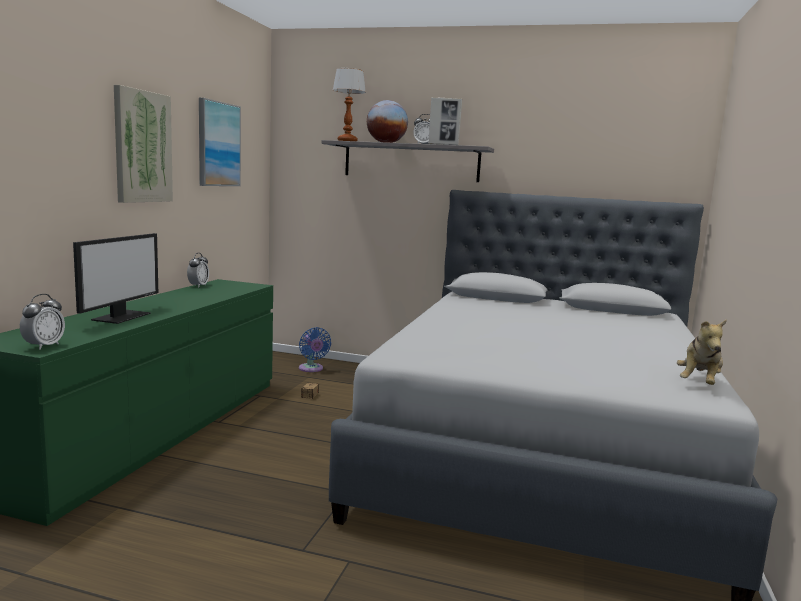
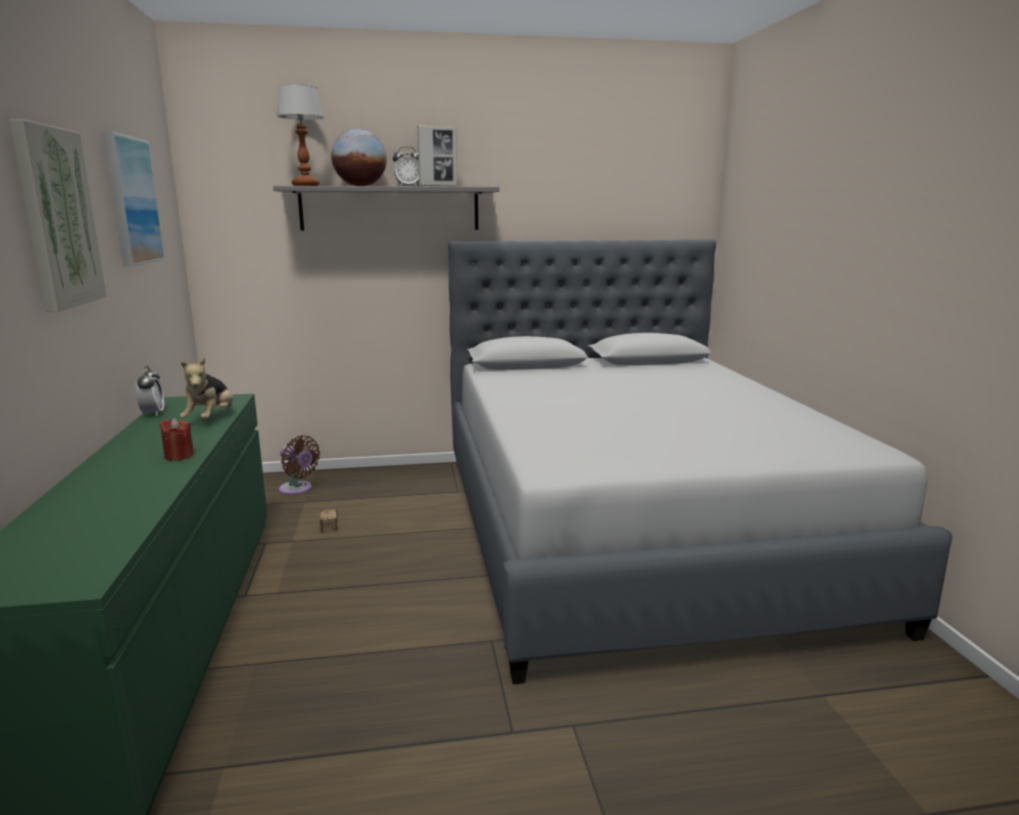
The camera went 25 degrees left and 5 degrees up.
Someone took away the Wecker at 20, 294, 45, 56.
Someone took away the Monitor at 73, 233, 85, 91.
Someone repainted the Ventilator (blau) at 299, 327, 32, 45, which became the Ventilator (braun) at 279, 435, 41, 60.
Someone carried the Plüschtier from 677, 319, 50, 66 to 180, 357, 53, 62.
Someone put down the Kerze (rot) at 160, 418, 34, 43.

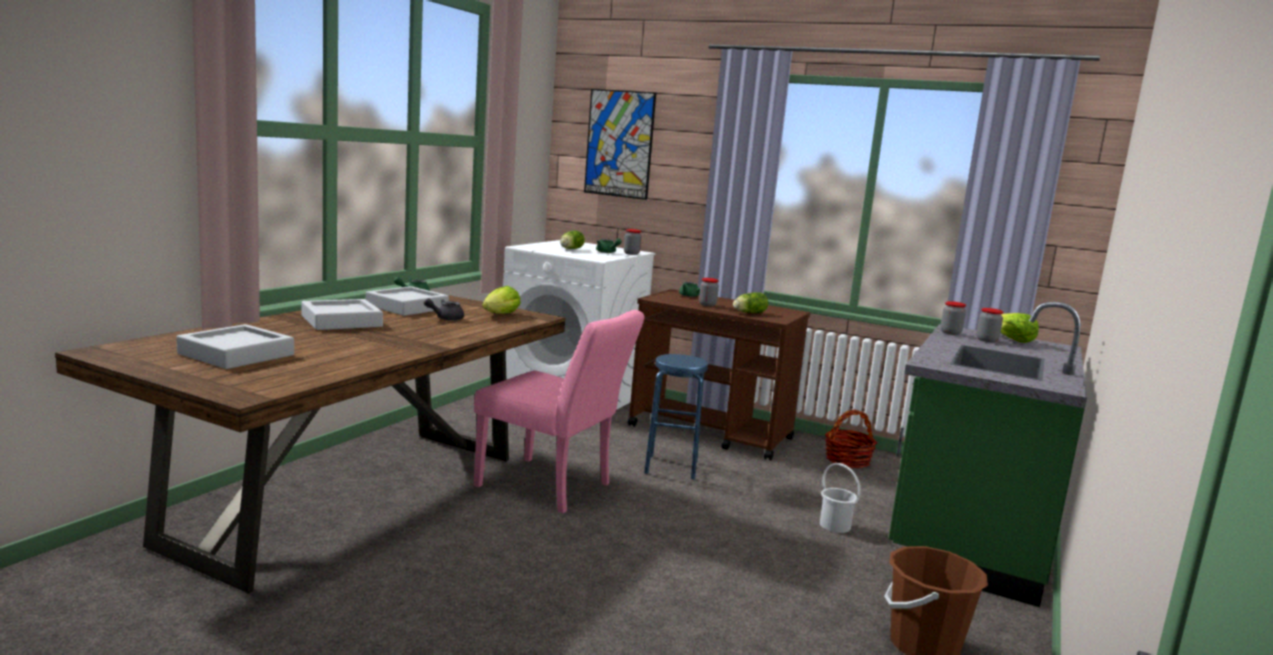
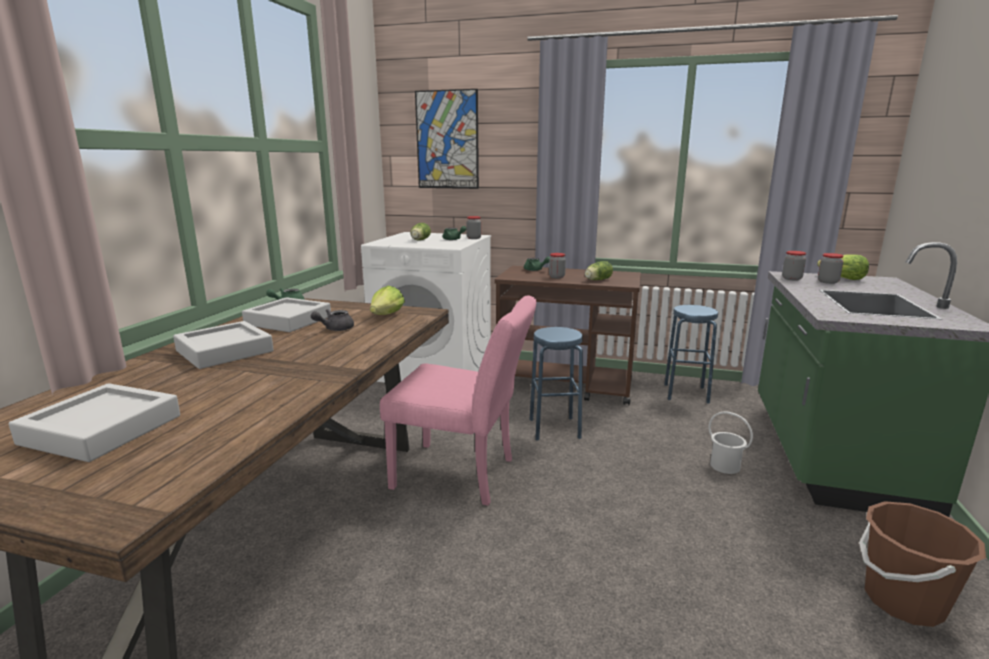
The camera went 10 degrees left and 5 degrees up.
Someone swapped the Korb at 825, 409, 52, 59 for the Hocker (blau) at 664, 305, 54, 99.

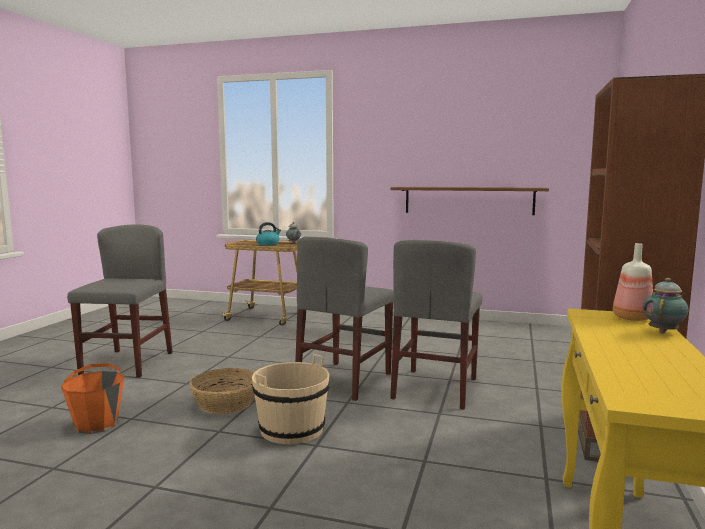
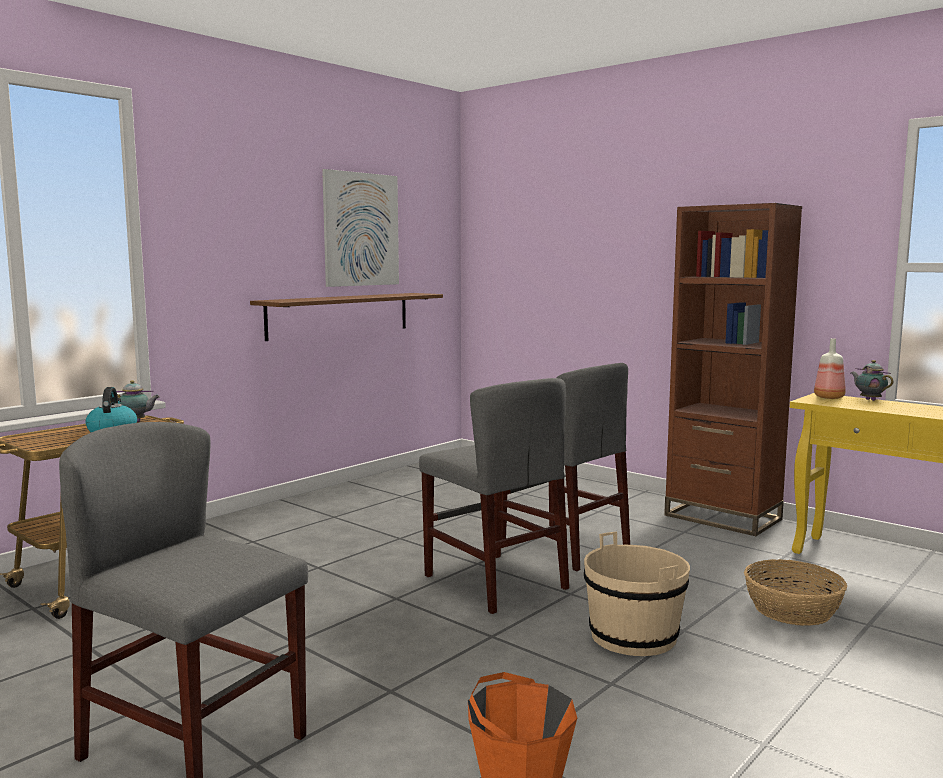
The camera went 65 degrees left and 0 degrees up.
Someone carried the Korb from 189, 368, 66, 46 to 744, 559, 103, 67.
Someone put up the Bild at 322, 169, 77, 118.

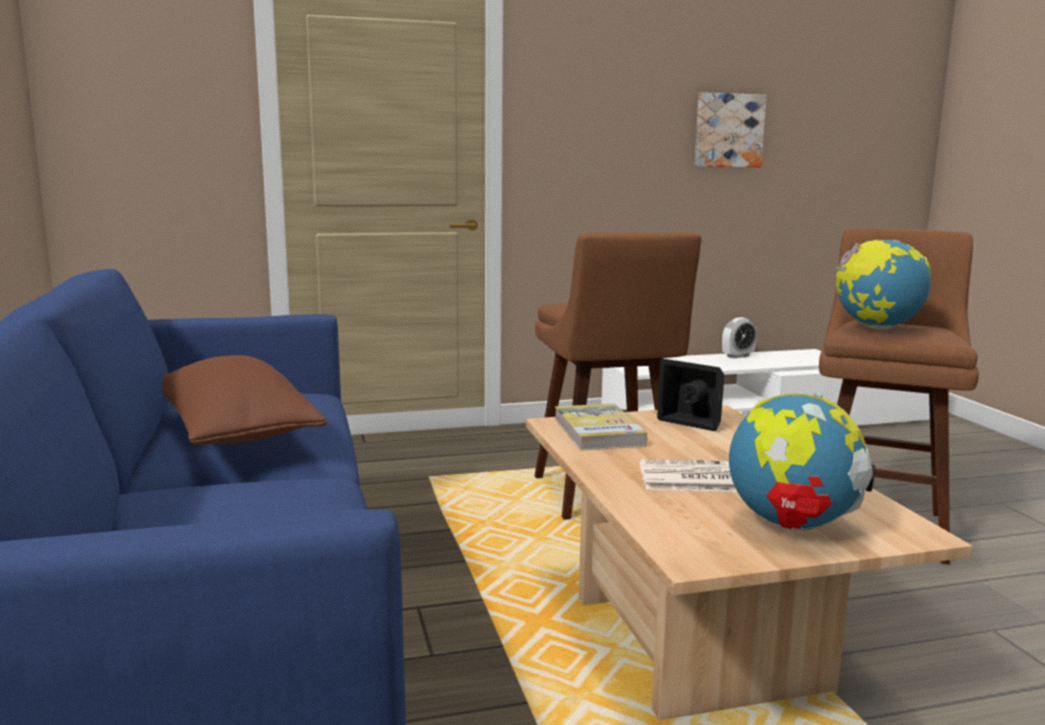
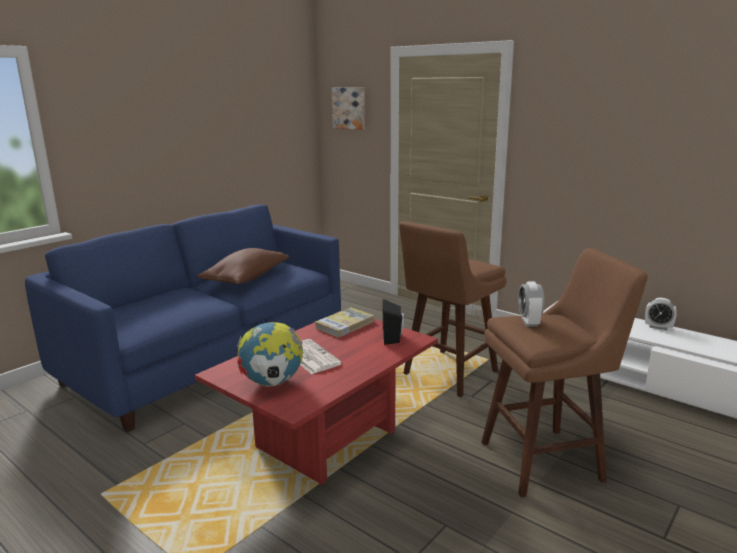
The camera went 55 degrees right and 5 degrees up.
Someone repainted the Couchtisch (beige) at 526, 405, 447, 315, which became the Couchtisch (rot) at 195, 310, 243, 175.
Someone carried the Bild from 694, 92, 73, 75 to 332, 88, 33, 42.
Someone swapped the Globus at 835, 240, 96, 89 for the Wecker at 518, 282, 26, 45.

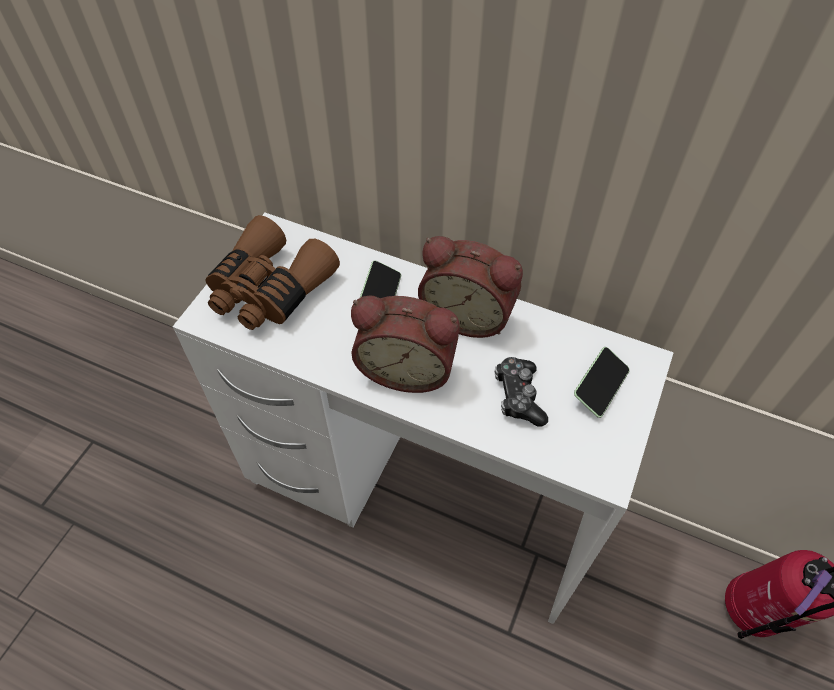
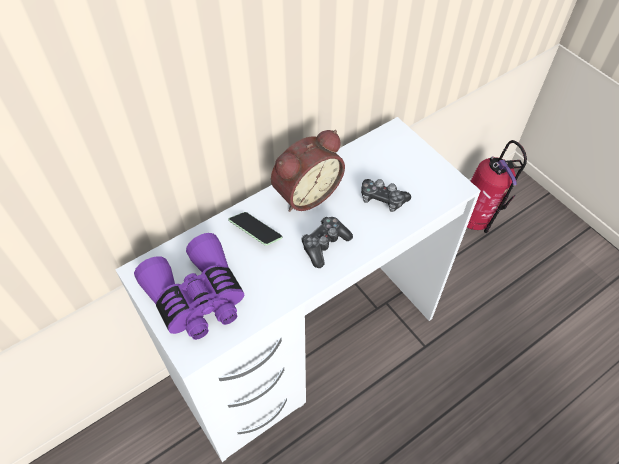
The camera went 60 degrees left and 0 degrees up.
Someone repainted the Fernglas (braun) at 206, 215, 134, 115, which became the Fernglas (lila) at 134, 233, 110, 107.
Someone swapped the Wecker at 351, 296, 109, 97 for the Gamepad at 301, 217, 52, 51.
Someone took away the Handy at 574, 347, 56, 71.

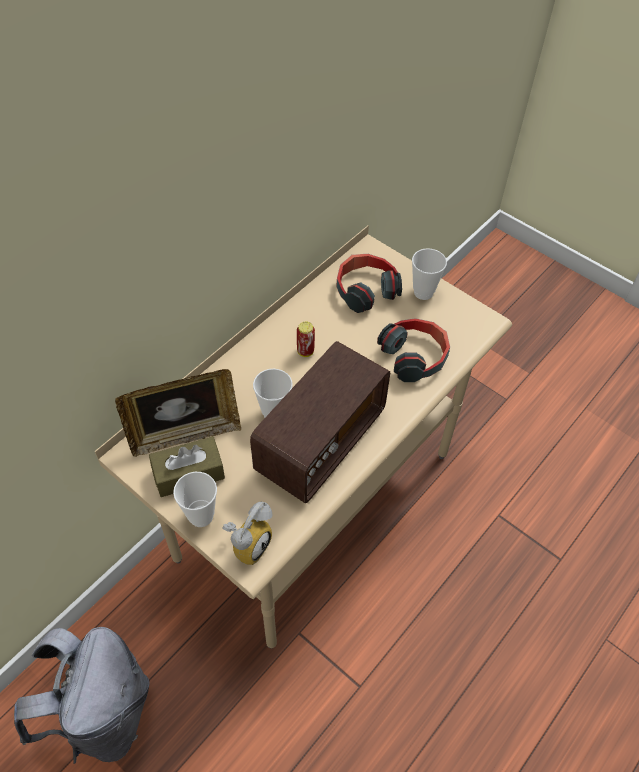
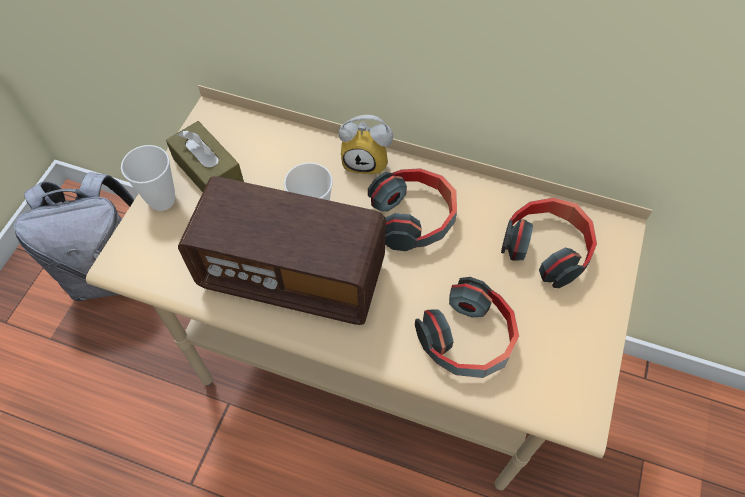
The camera went 70 degrees right and 5 degrees up.
Someone took away the Bilderrahmen at 115, 369, 126, 88.
Someone carried the Wecker from 223, 502, 50, 63 to 339, 115, 54, 61.
Someone swapped the Dose at 297, 322, 18, 35 for the Kopfhörer at 368, 168, 89, 83.
Someone took away the Tasse at 412, 248, 35, 52.

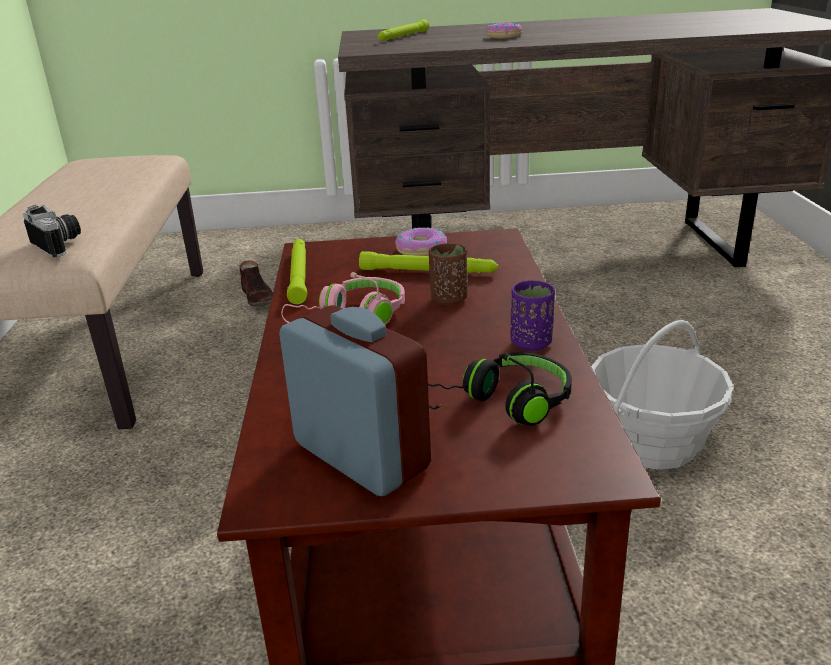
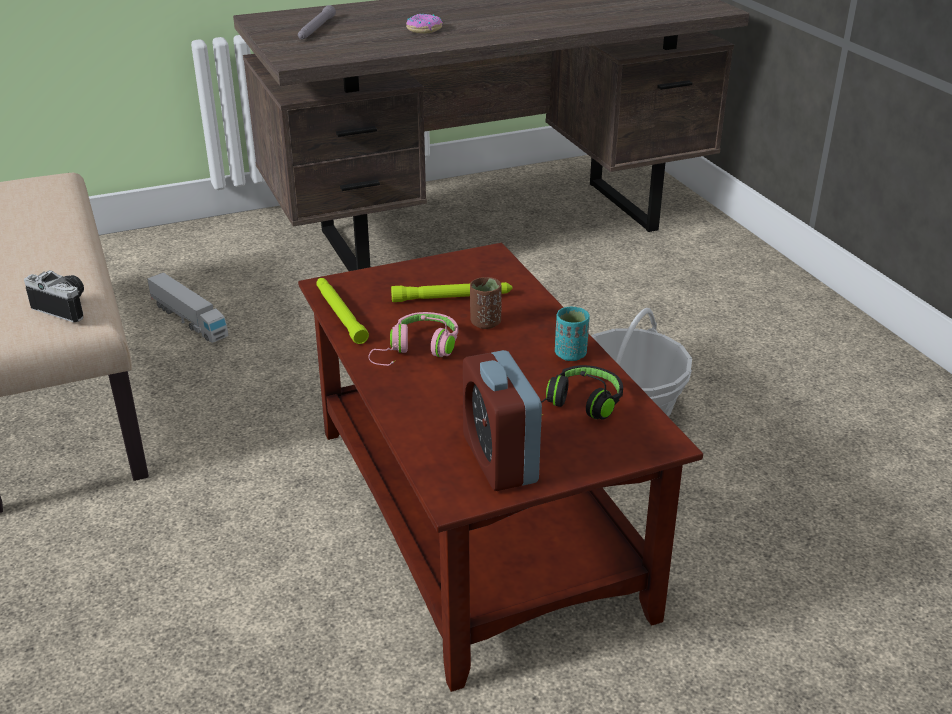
The camera went 20 degrees left and 5 degrees up.
Someone swapped the Schuh (braun) at 239, 261, 34, 46 for the Spielzeuglaster at 147, 272, 82, 71.
Someone rotated the Wecker at 279, 305, 152, 191 by 135 degrees counterclockwise.
Someone repainted the Taschenlampe (grün) at 378, 19, 51, 21, which became the Taschenlampe (grau) at 298, 5, 38, 35.
Someone took away the Donut at 395, 227, 52, 29.
Someone repainted the Tasse (lila) at 510, 280, 45, 71, which became the Tasse (türkis) at 555, 307, 35, 54.

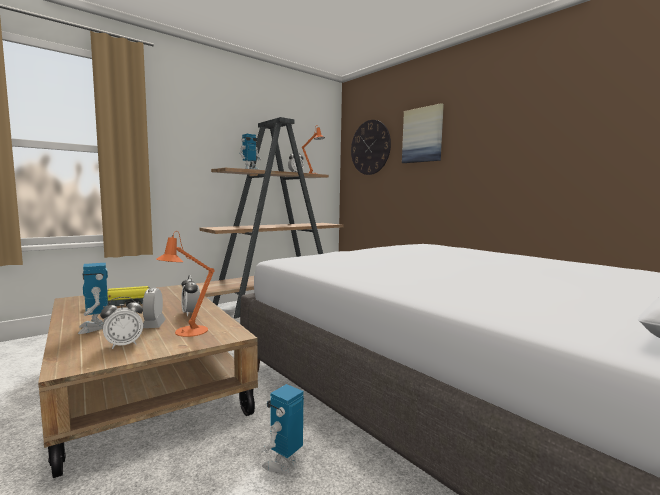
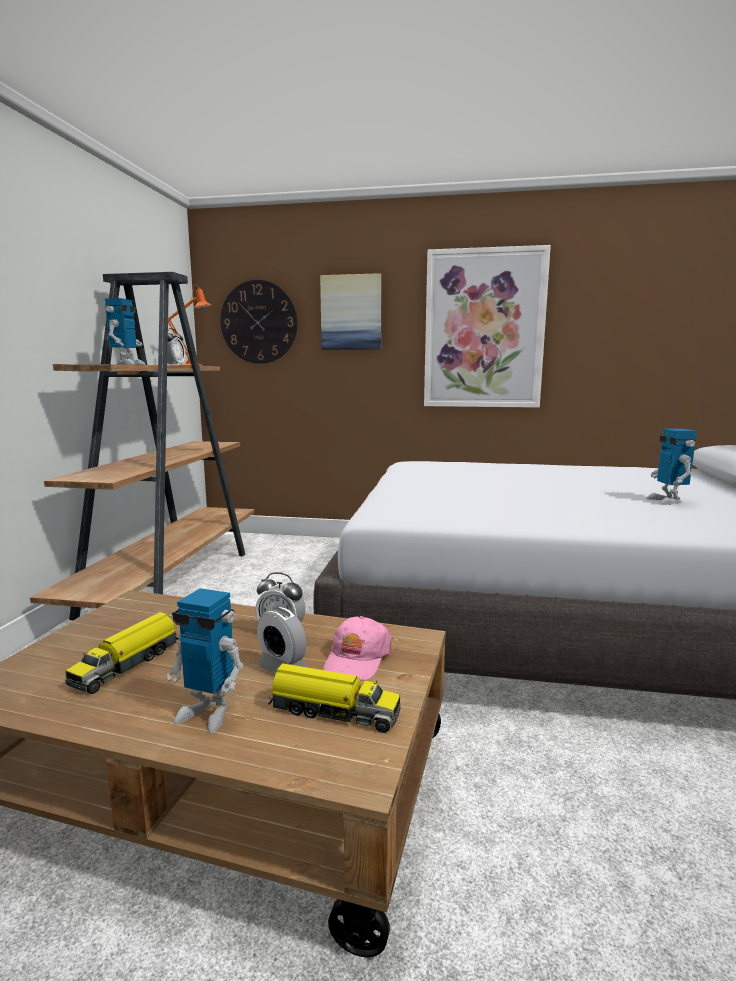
The camera went 40 degrees left and 5 degrees up.
Someone swapped the Wecker at 100, 297, 43, 52 for the Spielzeuglaster at 268, 663, 133, 70.
Someone swapped the Tischlampe (orange) at 156, 231, 59, 106 for the Kappe (rosa) at 323, 616, 69, 64.
Someone carried the Spielzeugroboter from 261, 384, 44, 90 to 646, 429, 51, 76.
Someone put up the Bild at 424, 245, 127, 163.

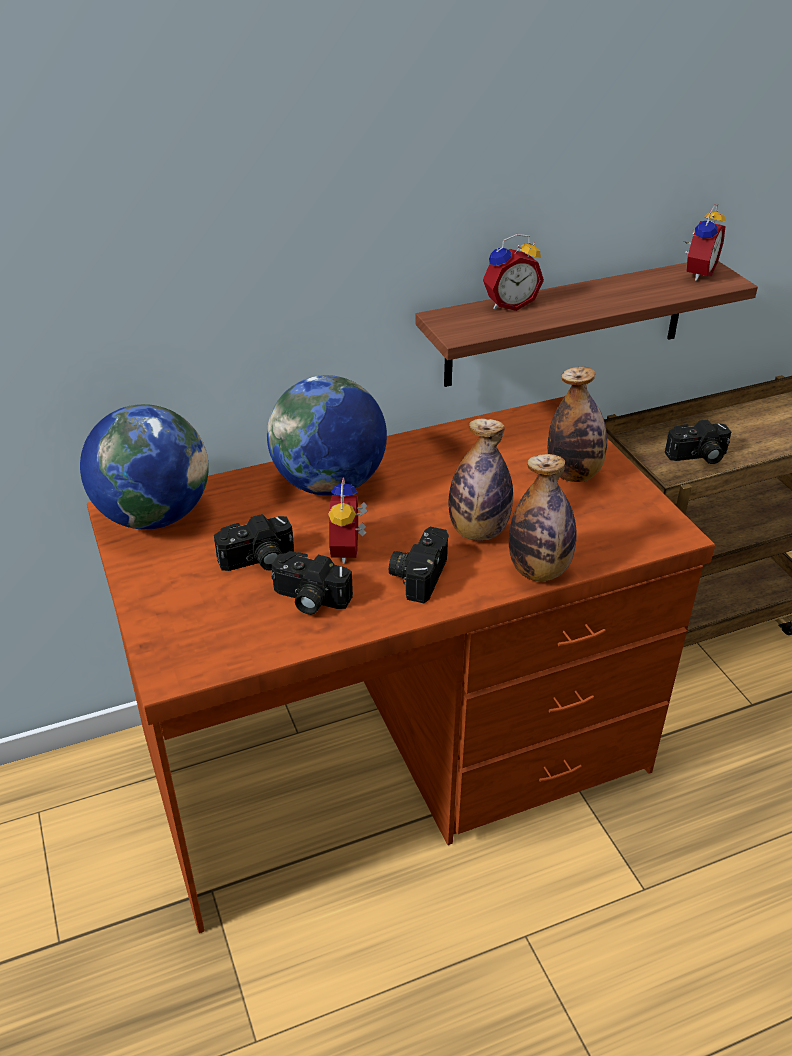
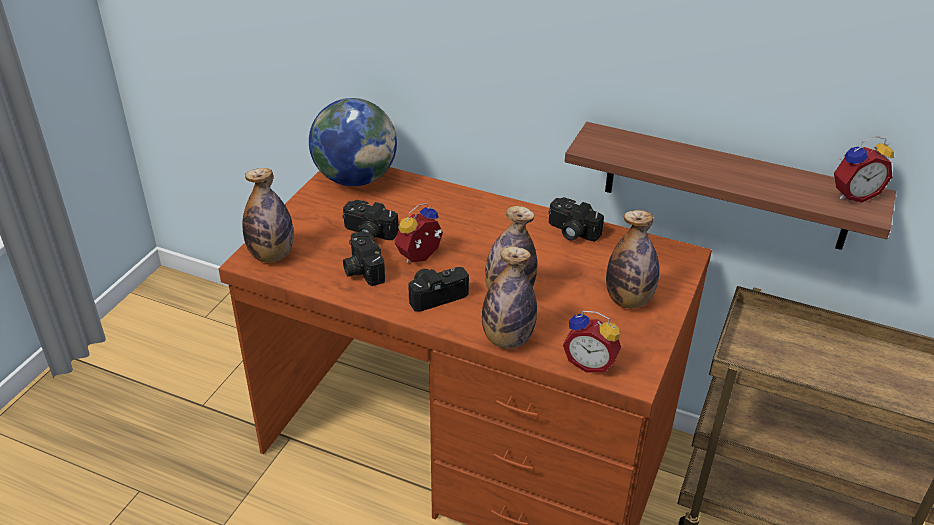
The camera went 45 degrees right and 0 degrees up.
Someone took away the Globus at 267, 375, 120, 121.
Someone carried the Wecker from 483, 234, 61, 77 to 563, 311, 58, 61.
Someone carried the Kamera from 665, 420, 66, 44 to 548, 197, 56, 45.
Someone put down the Flasche at 242, 168, 51, 94.

